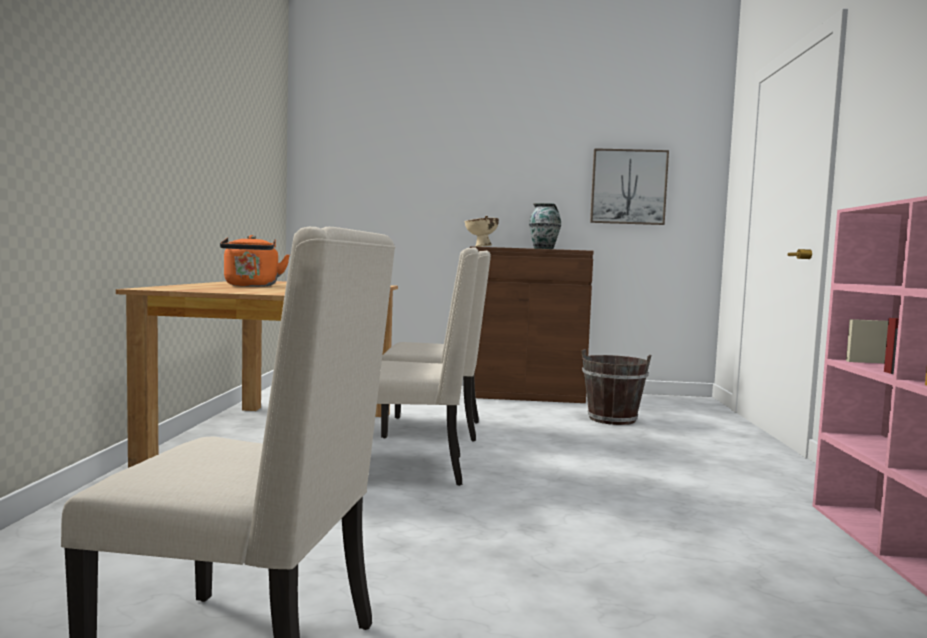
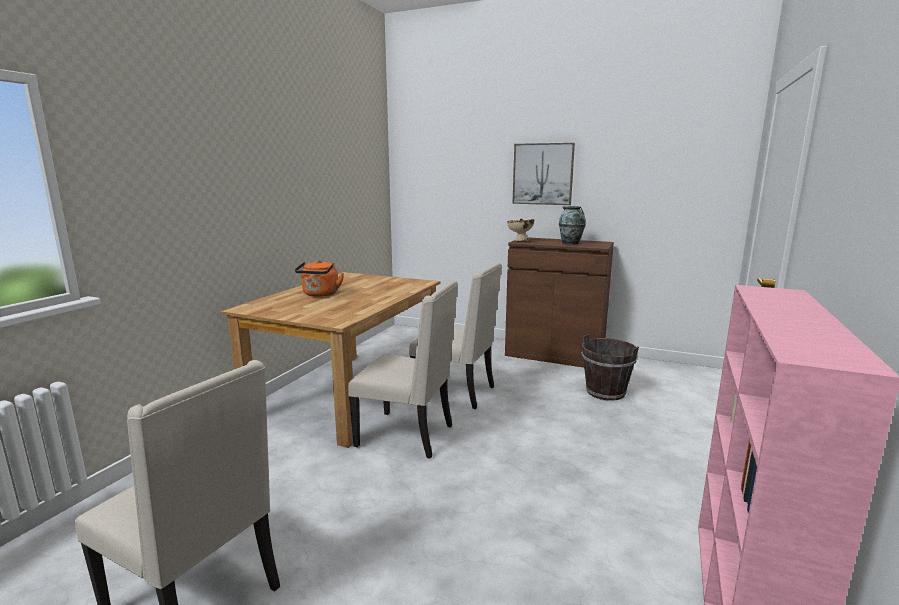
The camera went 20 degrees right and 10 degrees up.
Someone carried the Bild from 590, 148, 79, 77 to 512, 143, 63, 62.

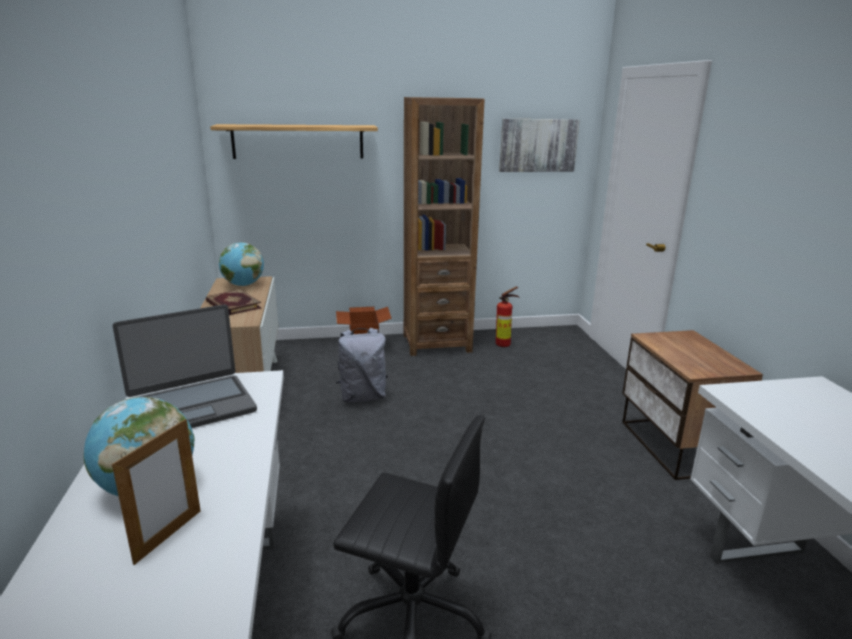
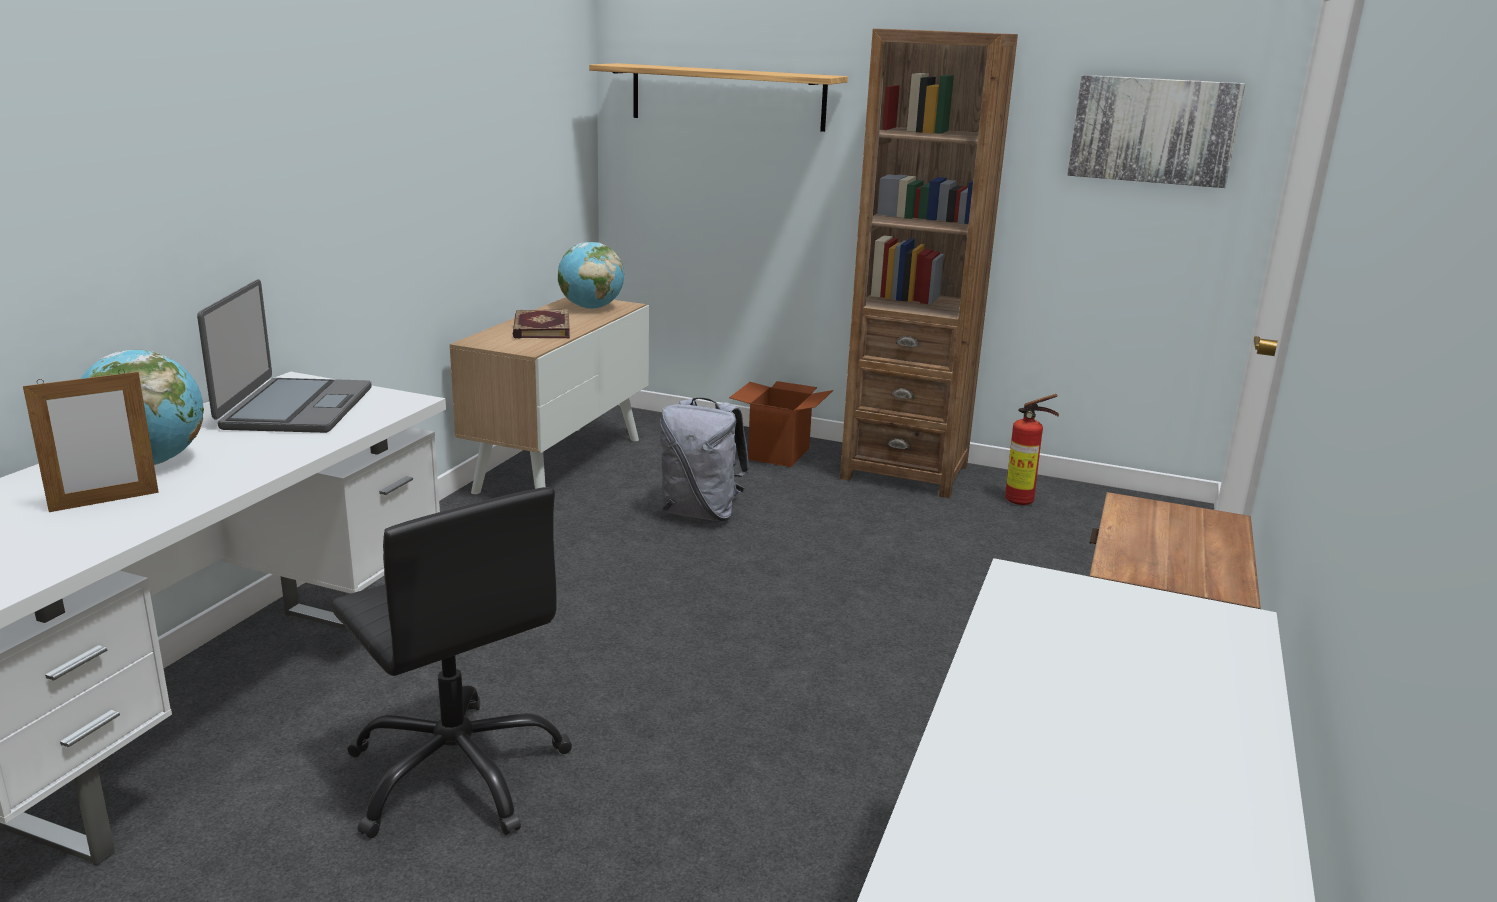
The camera went 30 degrees right and 0 degrees up.
Someone rotated the Laptop at 113, 305, 144, 123 by 90 degrees counterclockwise.

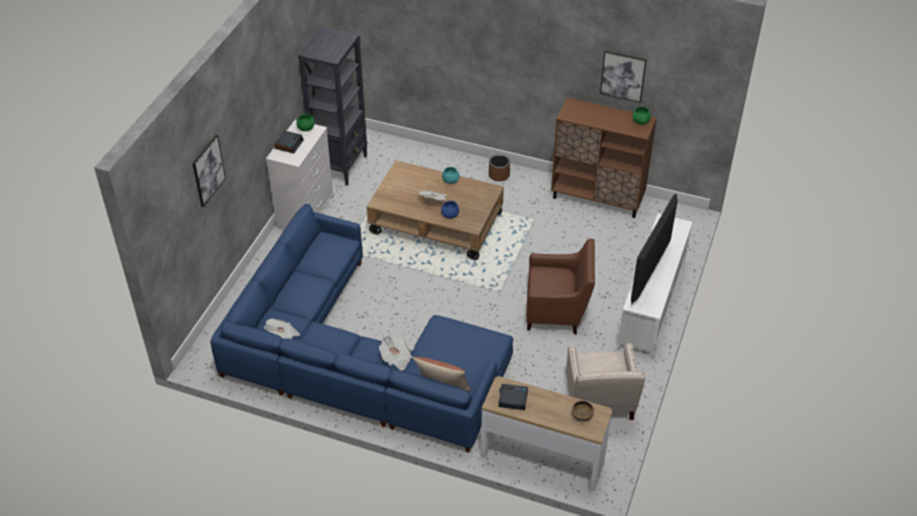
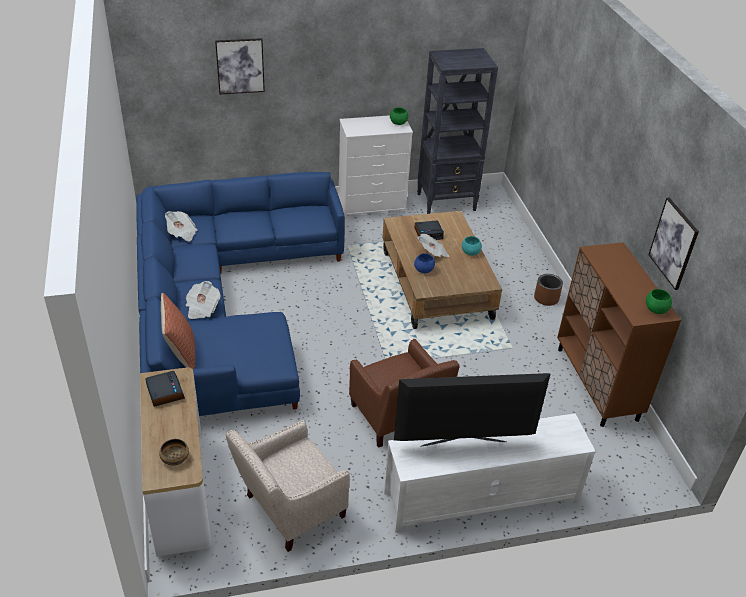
The camera went 55 degrees right and 5 degrees down.
Someone carried the Wecker from 274, 131, 30, 22 to 414, 220, 30, 20.

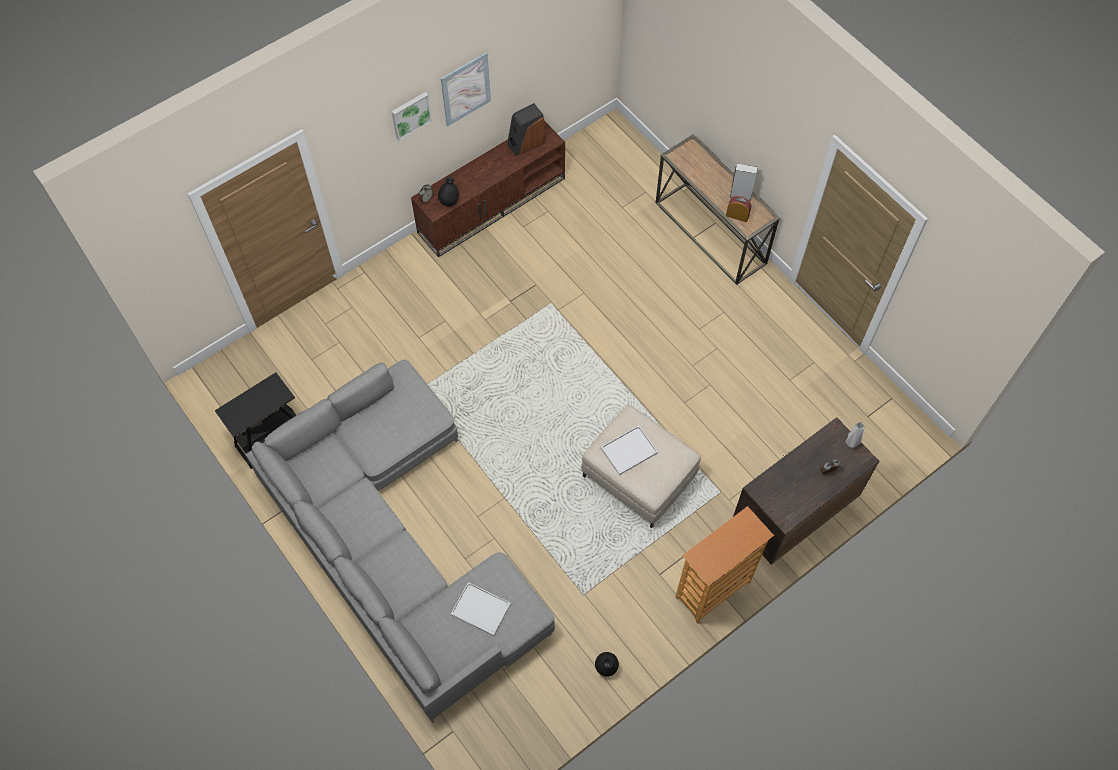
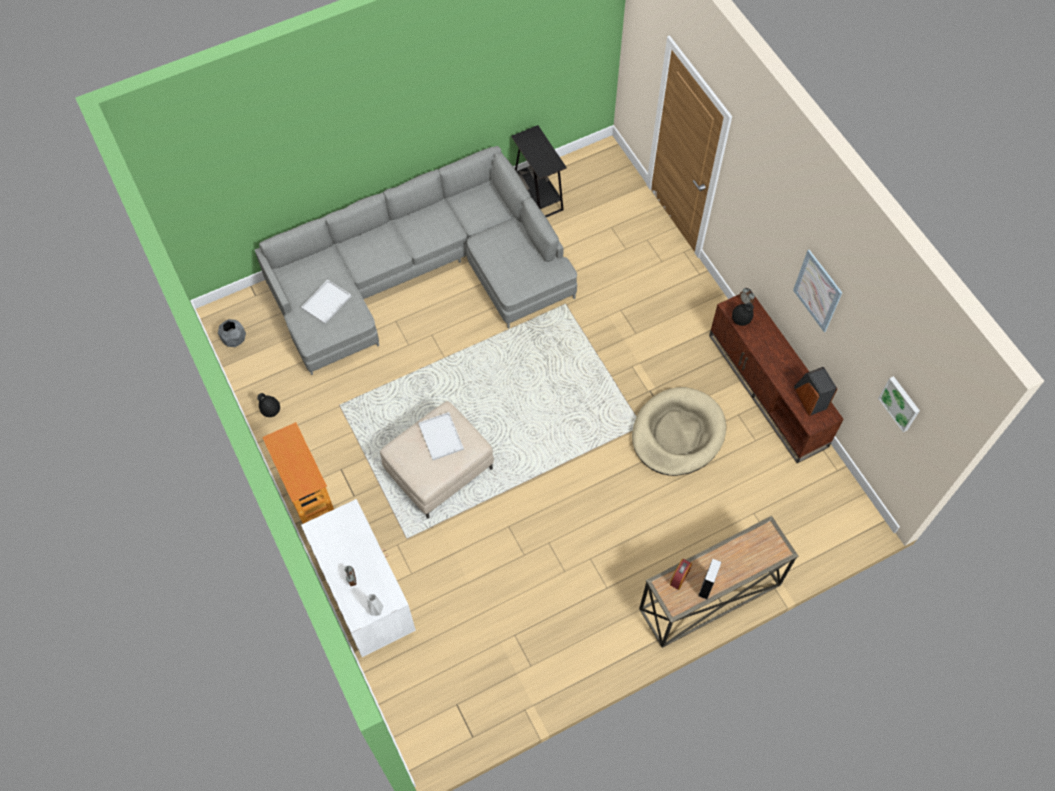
The camera went 100 degrees right and 0 degrees up.
Someone carried the Bild from 391, 92, 41, 49 to 878, 376, 42, 56.
Someone repainted the Schrank (braun) at 733, 417, 146, 148, which became the Schrank (weiß) at 301, 499, 115, 158.
Someone put down the Pflanzkübel (grau) at 218, 319, 28, 28.
Someone put down the Hundebett (beige) at 632, 387, 94, 89.

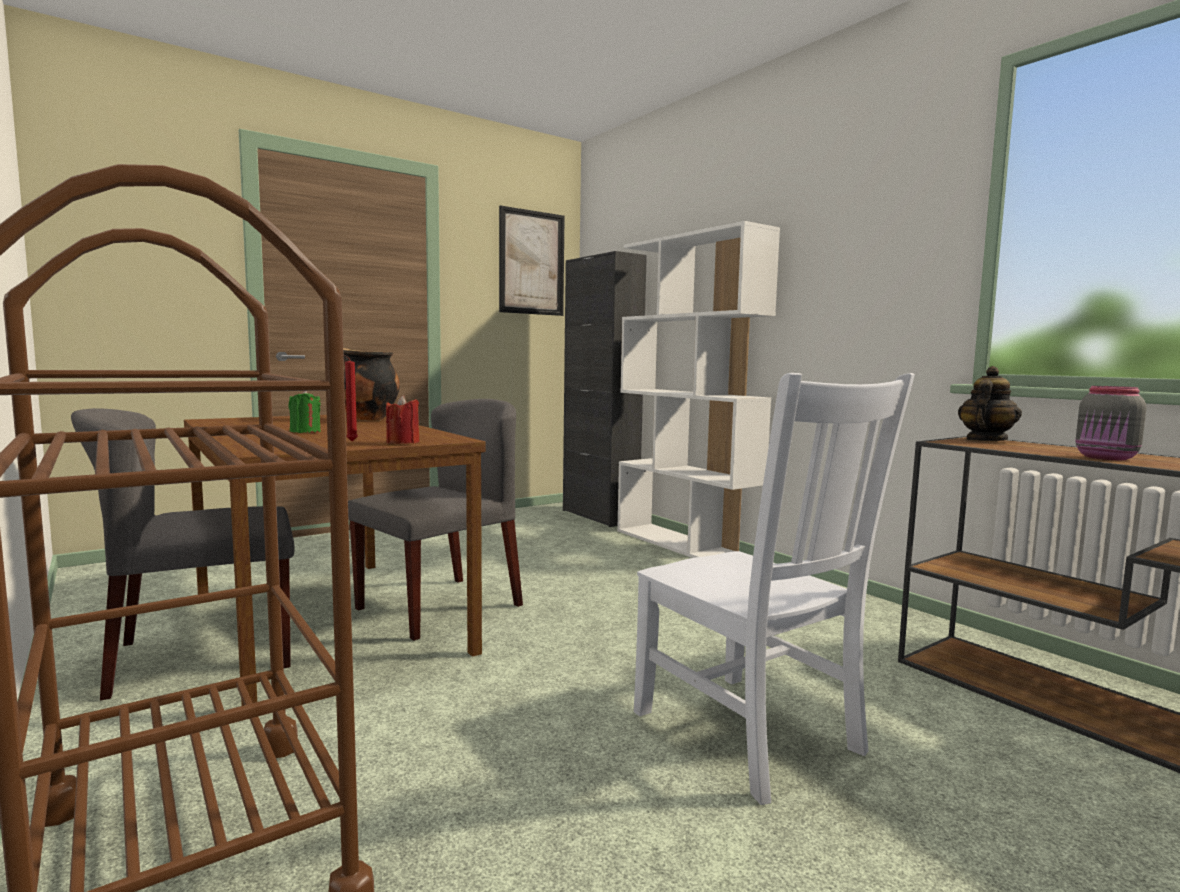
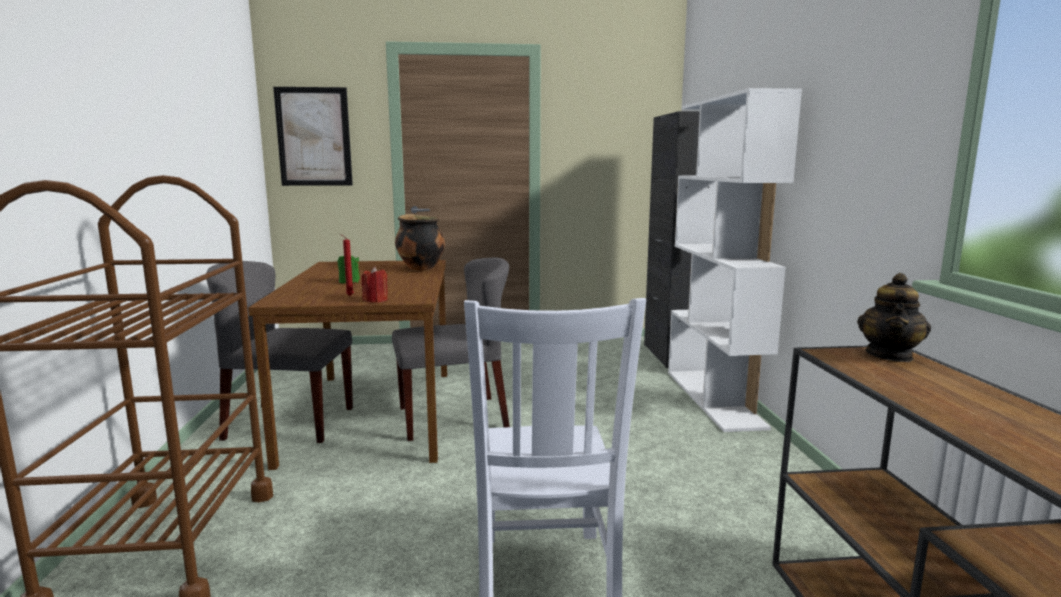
The camera went 30 degrees right and 5 degrees up.
Someone carried the Bild from 499, 205, 66, 111 to 273, 87, 80, 99.
Someone rotated the Teekanne at 958, 366, 64, 75 by 135 degrees clockwise.
Someone took away the Vorratsglas (grau) at 1076, 386, 70, 74.

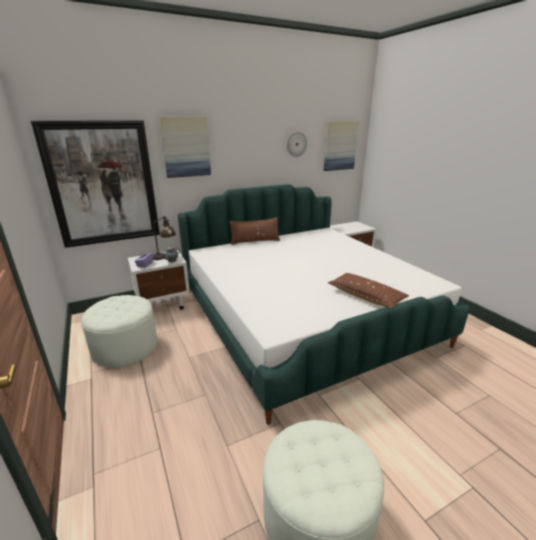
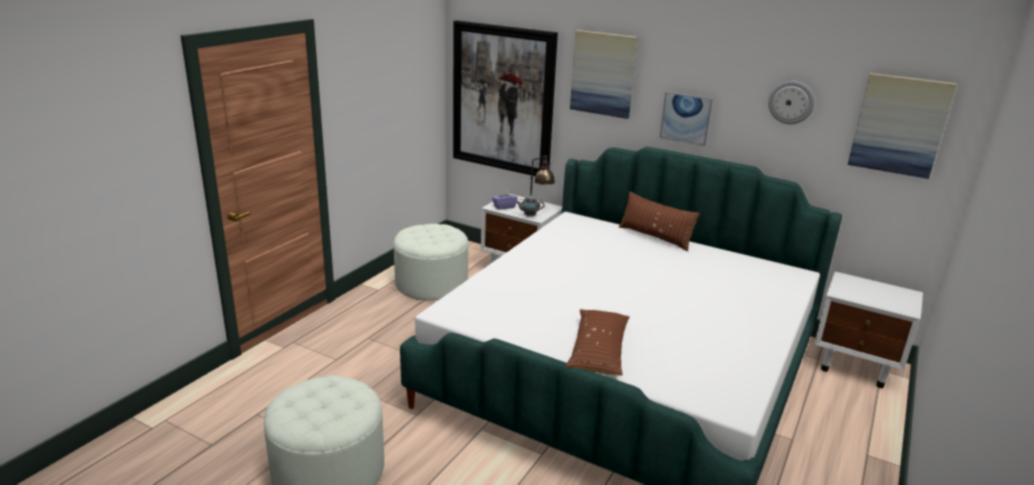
The camera went 55 degrees right and 0 degrees up.
Someone put up the Bild at 660, 91, 53, 55.

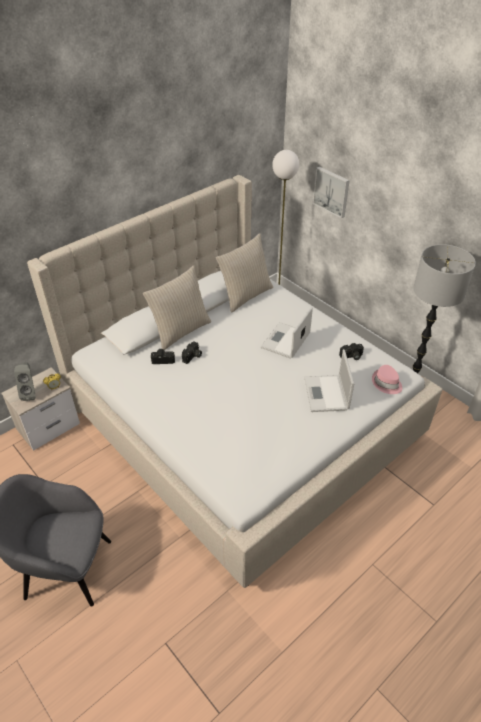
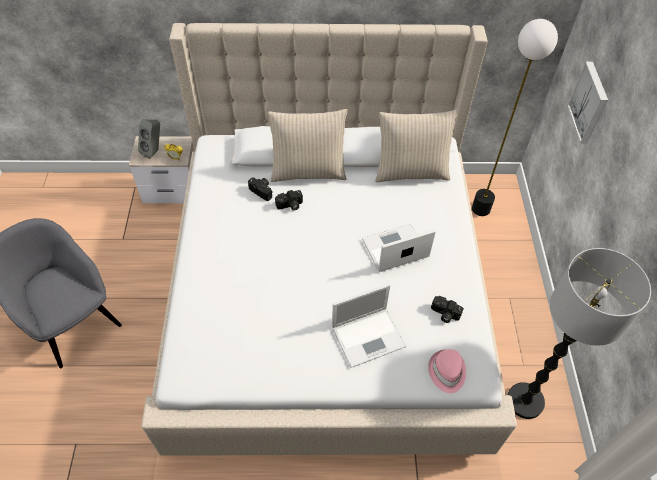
The camera went 40 degrees right and 10 degrees up.
Someone rotated the Laptop at 304, 350, 50, 62 by 150 degrees counterclockwise.

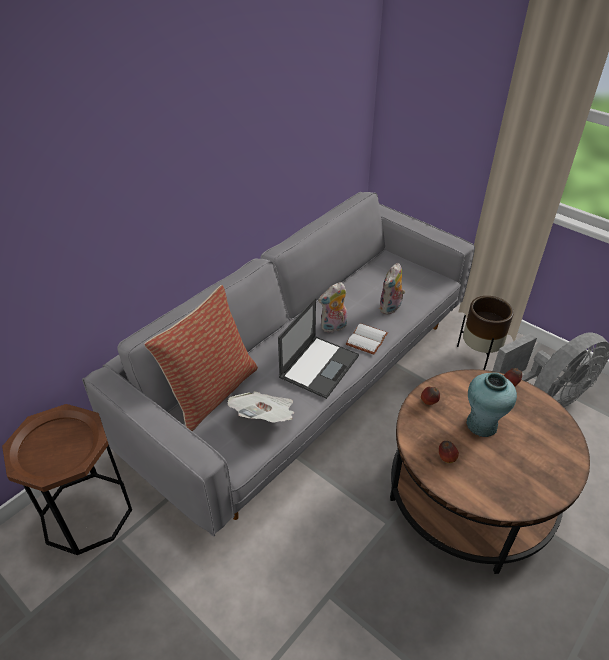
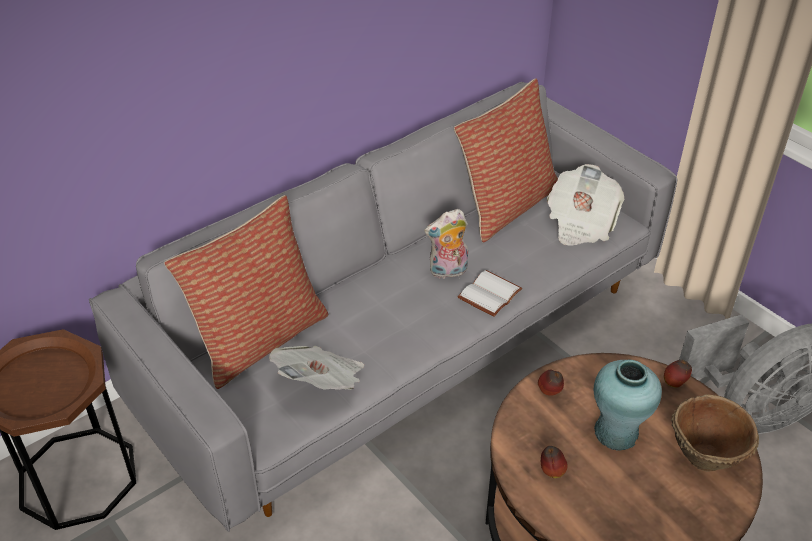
The camera went 10 degrees right and 0 degrees up.
Someone took away the Laptop at 278, 298, 81, 101.
Someone took away the Plüschtier at 379, 263, 26, 52.
Someone took away the Pflanzkübel (braun) at 457, 296, 57, 74.
Someone put down the Kissen at 454, 78, 104, 165.
Someone put down the Zeitung at 547, 164, 77, 82.
Someone put down the Schüssel (braun) at 671, 394, 88, 77.

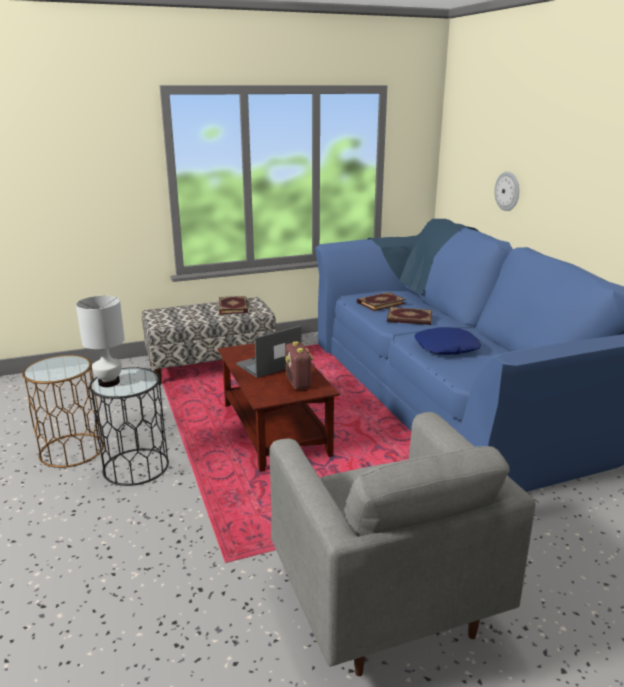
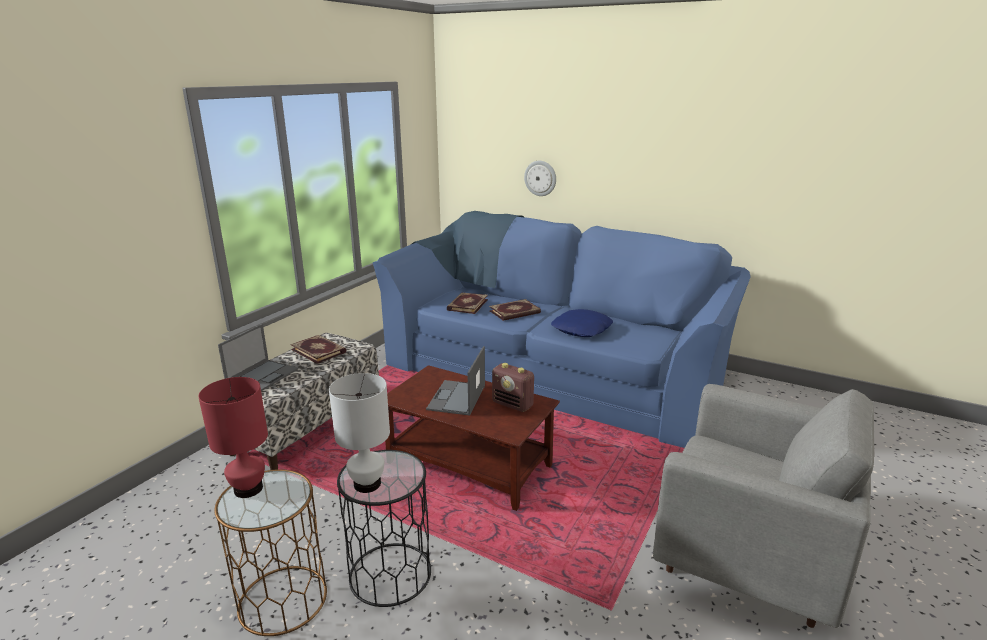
The camera went 40 degrees left and 0 degrees up.
Someone put down the Tischlampe (rot) at 198, 377, 70, 121.
Someone put down the Laptop at 218, 324, 80, 67.

